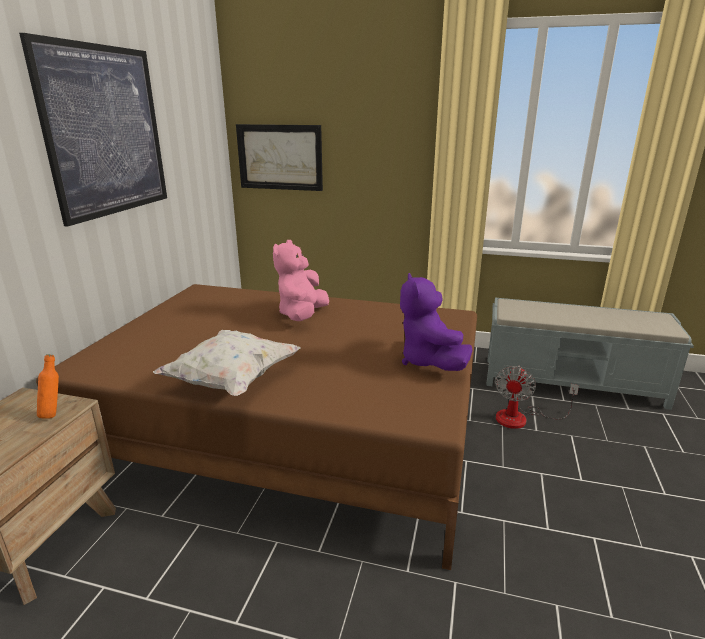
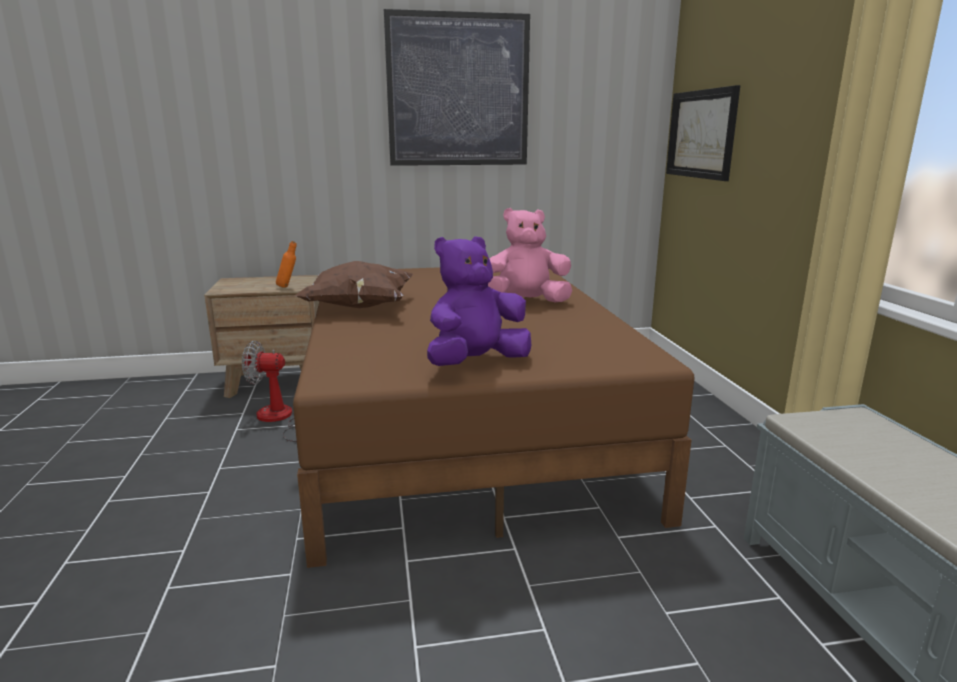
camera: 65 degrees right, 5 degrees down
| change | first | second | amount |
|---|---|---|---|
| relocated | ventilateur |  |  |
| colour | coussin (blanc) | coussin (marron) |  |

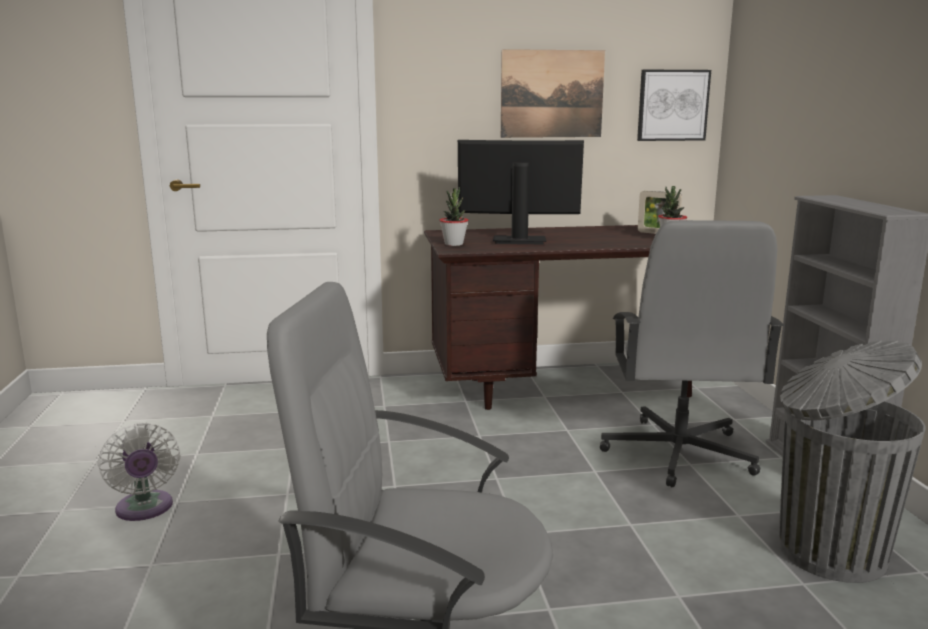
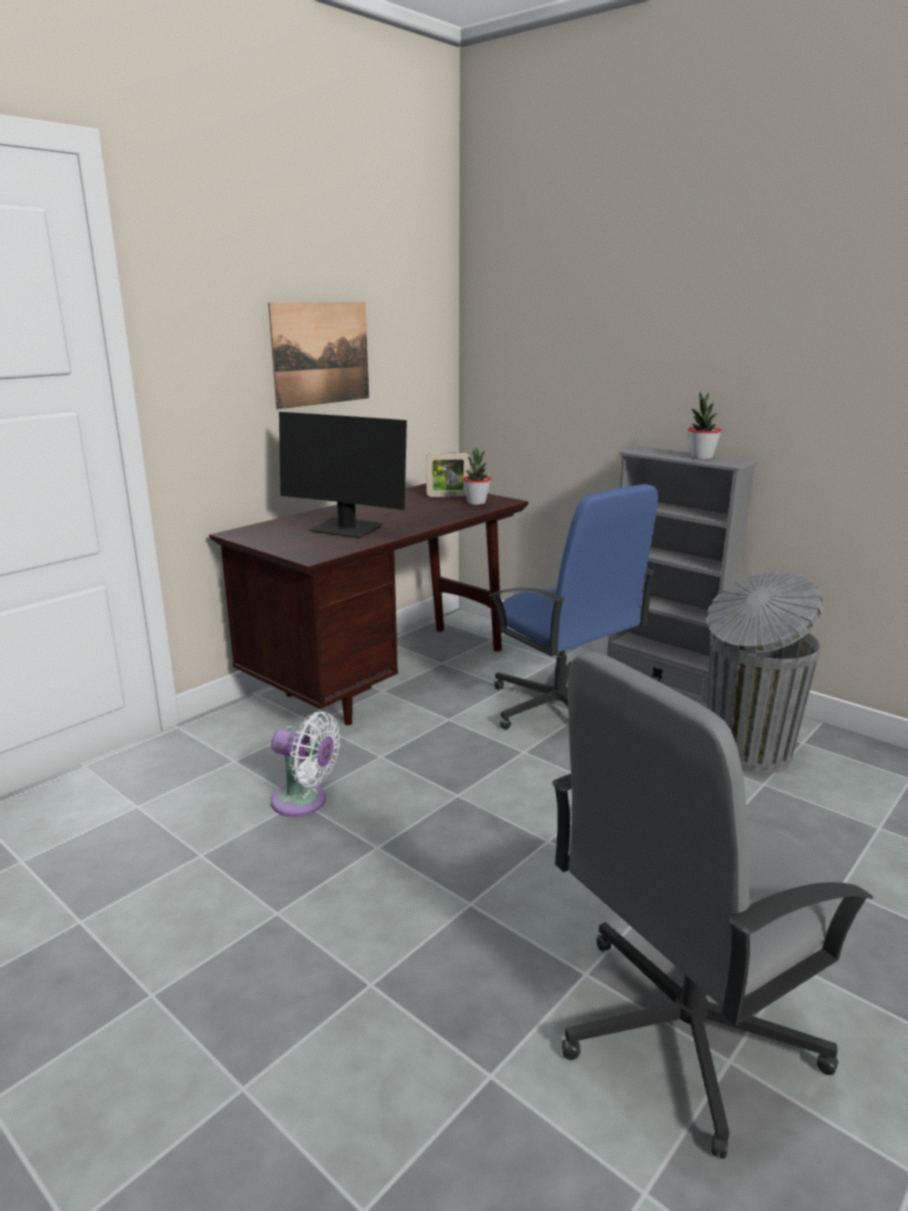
camera: 40 degrees left, 5 degrees up
| change | first | second | amount |
|---|---|---|---|
| missing | tableau (no. 2 from left) |  |  |
| relocated | ventilateur (blanc) |  |  |
| relocated | plante en pot (no. 1 from left in the first image) | plante en pot (no. 2 from left) |  |
| colour | chaise de bureau (gris) (no. 2 from left) | chaise de bureau (bleu) |  |
| spun | écran d'ordinateur |  | 120 degrees counterclockwise |

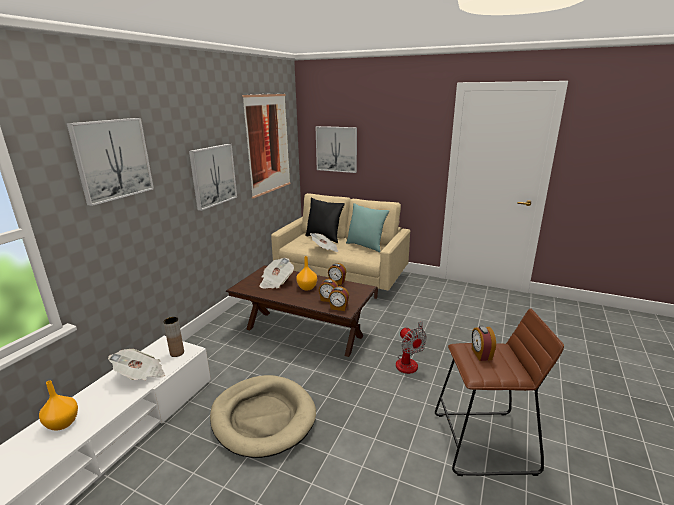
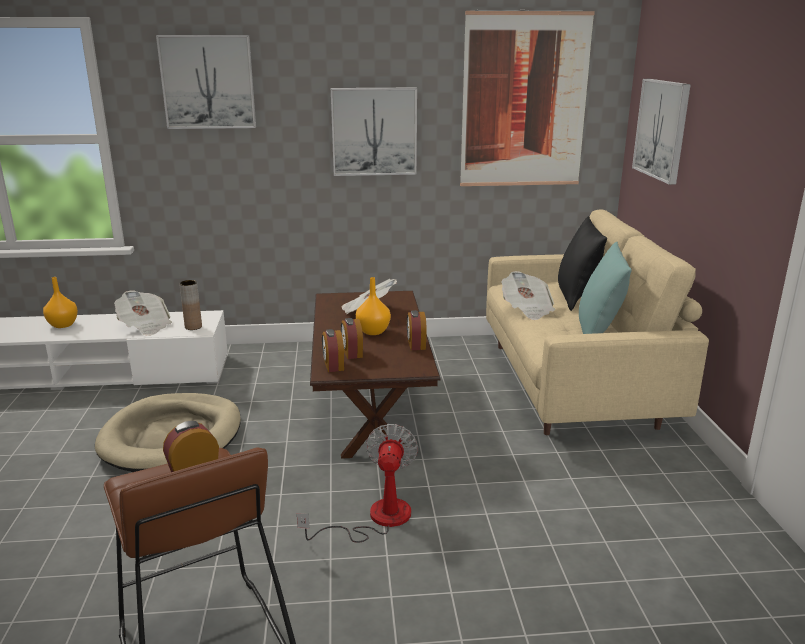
camera: 60 degrees right, 0 degrees up
| change | first | second | amount |
|---|---|---|---|
| spun | ventilateur |  | 150 degrees clockwise |

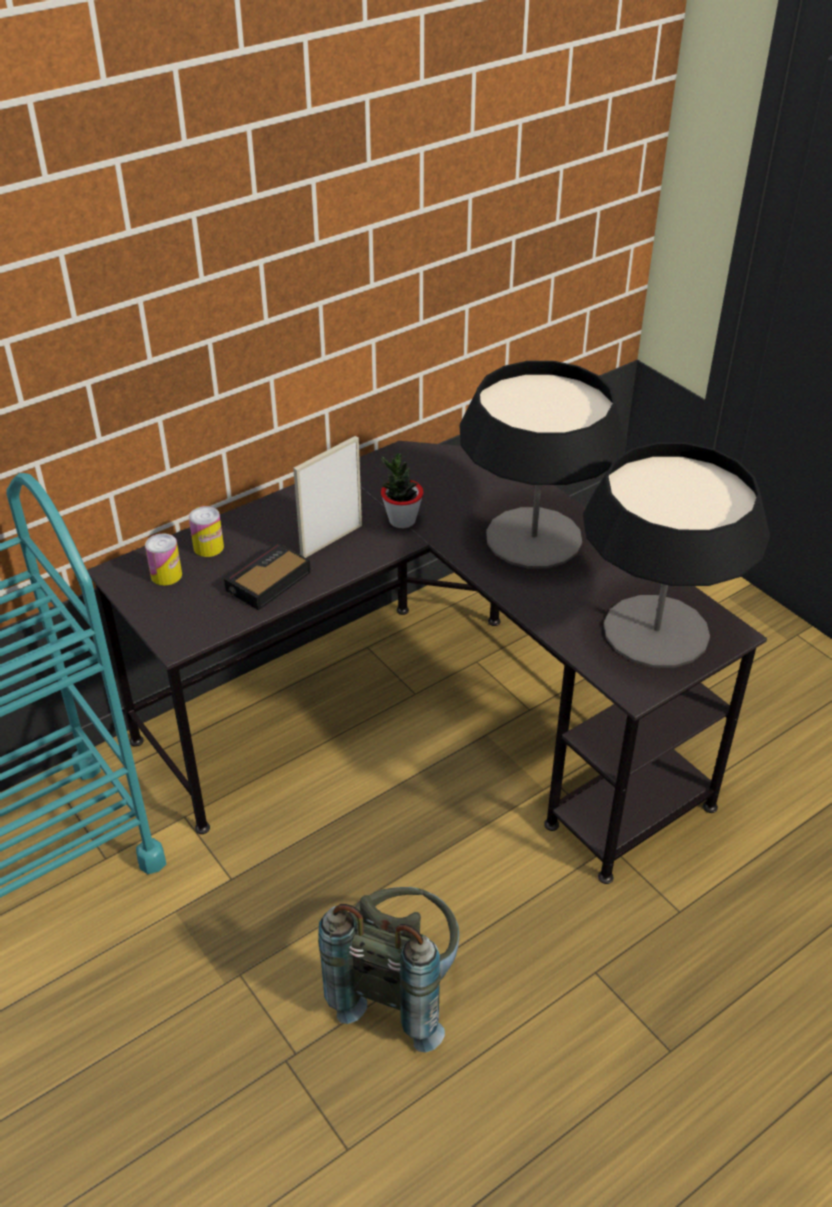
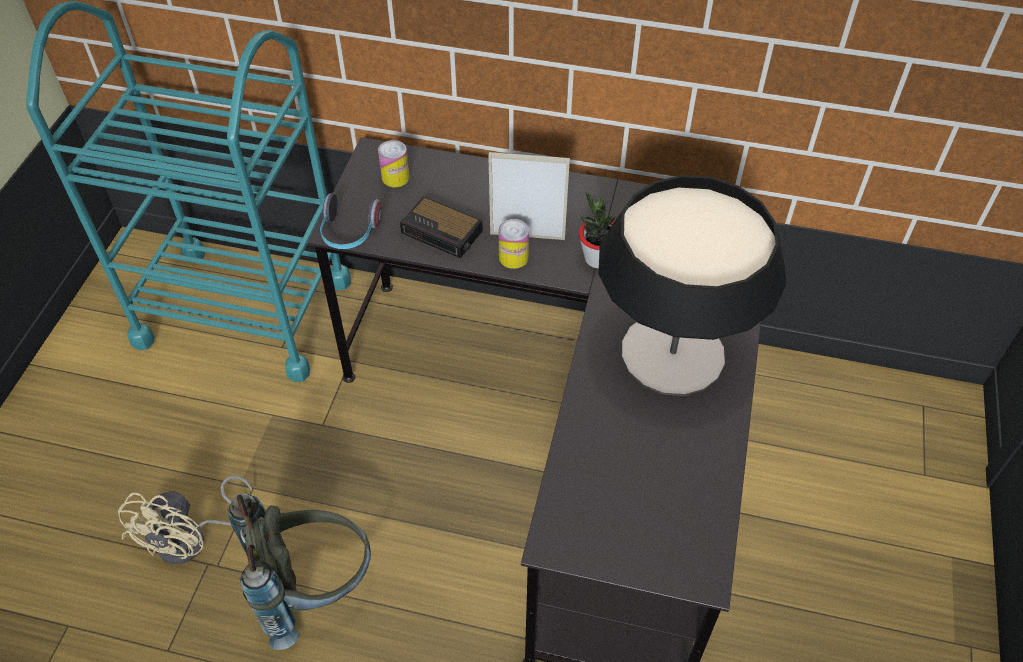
camera: 50 degrees right, 10 degrees up
| change | first | second | amount |
|---|---|---|---|
| missing | lampe de table (no. 2 from left) |  |  |
| appeared |  | ventilateur (beige) |  |
| appeared |  | casque audio |  |
| relocated | boîte métallique (no. 2 from left) |  |  |
| spun | réveil |  | 150 degrees counterclockwise |

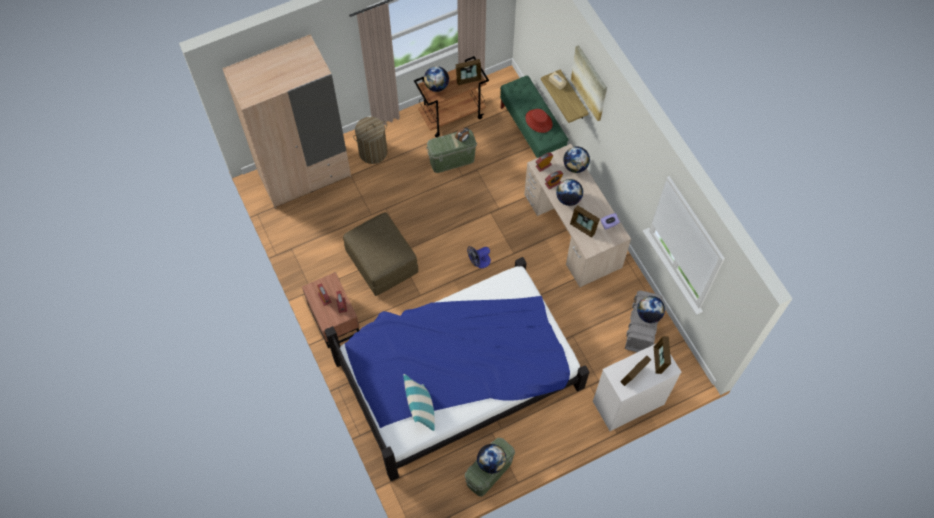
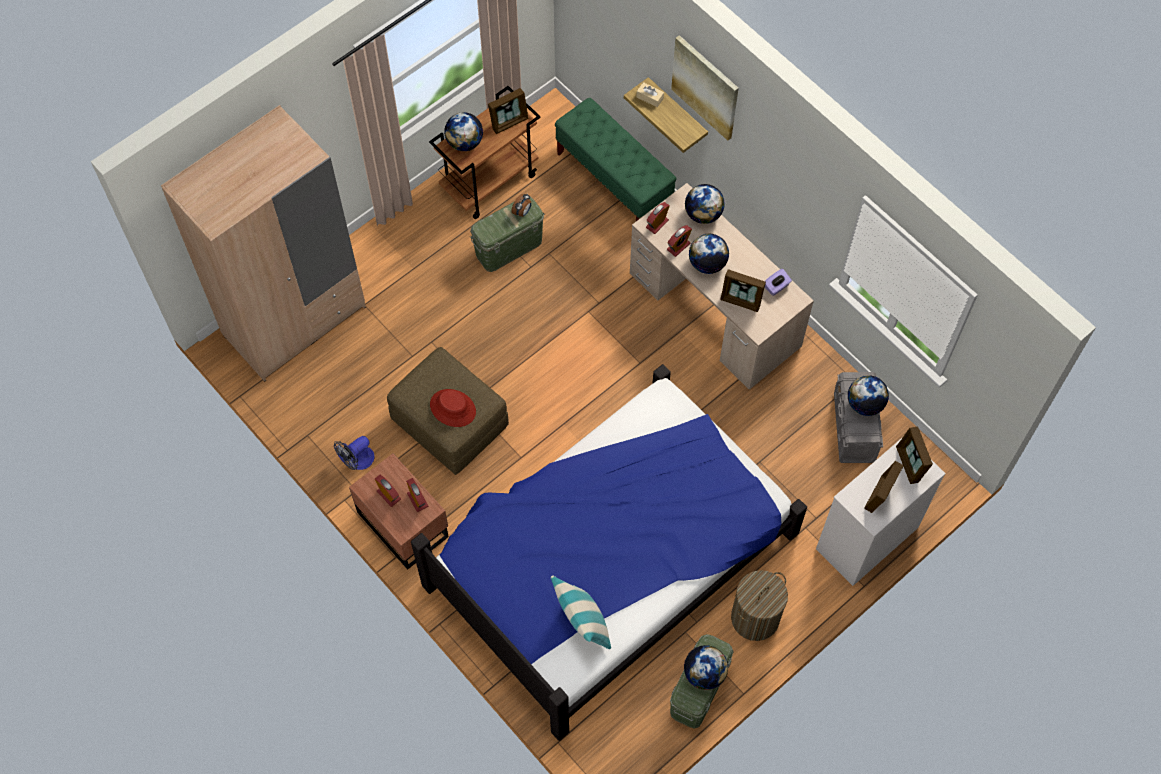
camera: 15 degrees left, 0 degrees up
| change | first | second | amount |
|---|---|---|---|
| relocated | panier à linge |  |  |
| relocated | ventilateur |  |  |
| relocated | chapeau (rouge) |  |  |

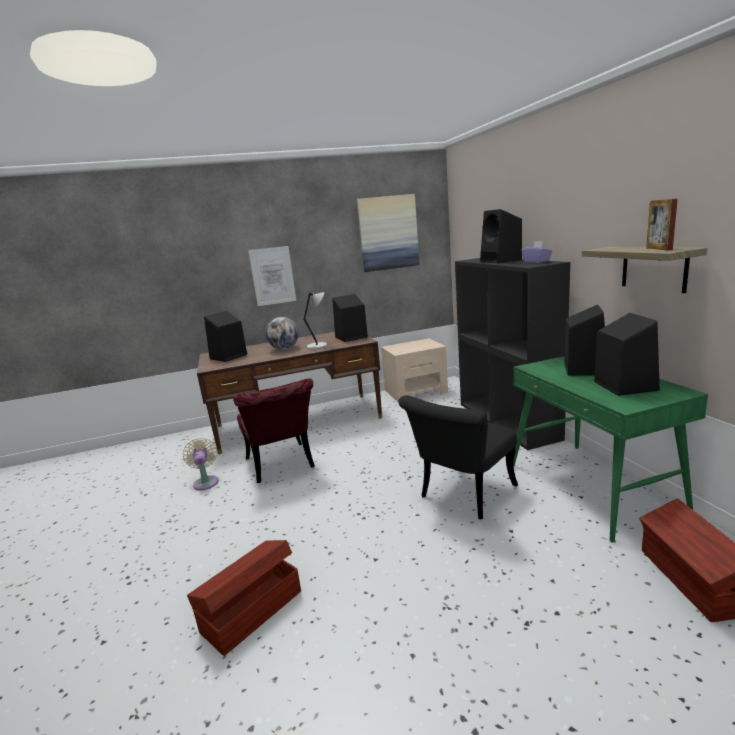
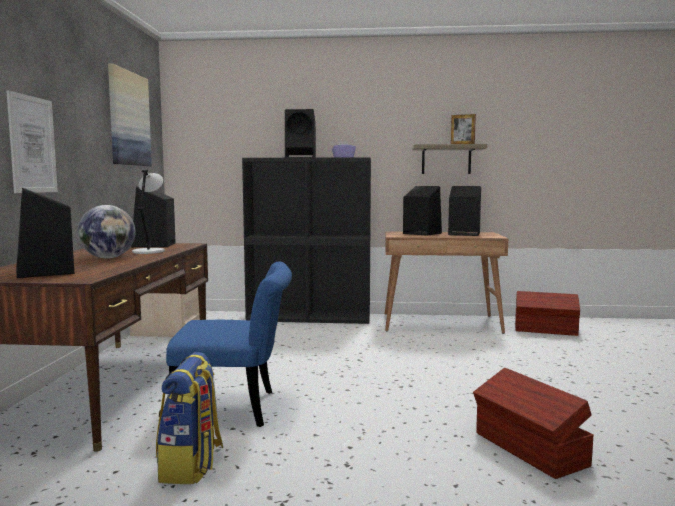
camera: 70 degrees left, 10 degrees down
| change | first | second | amount |
|---|---|---|---|
| missing | chaise (noir) |  |  |
| exchanged | ventilateur (beige) | sac à dos |  |
| colour | chaise (rouge) | chaise (bleu) |  |
| colour | bureau (vert) | bureau (marron) (no. 2 from left) |  |

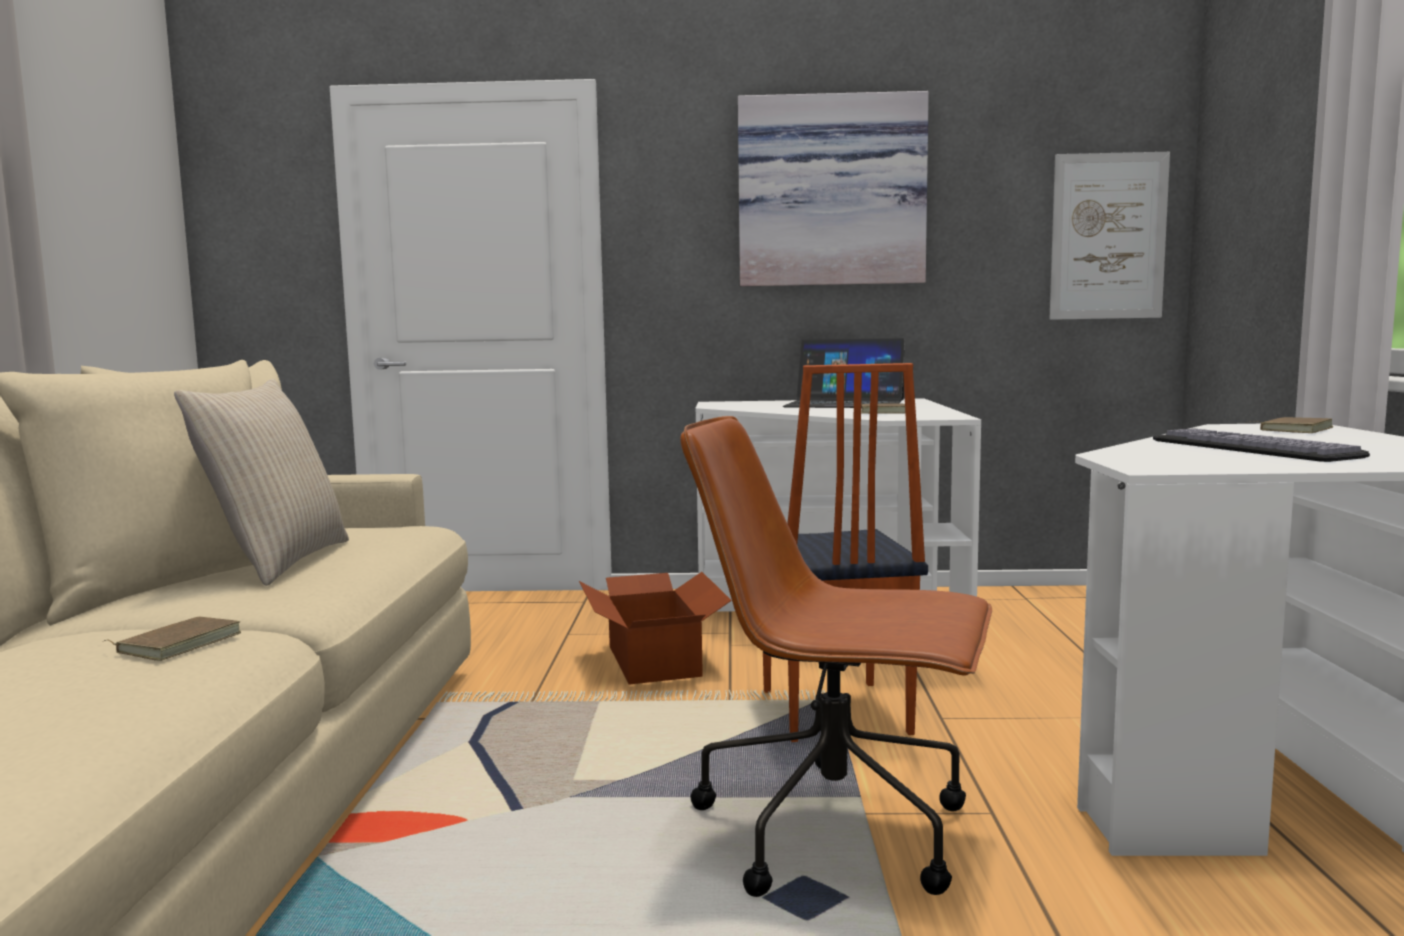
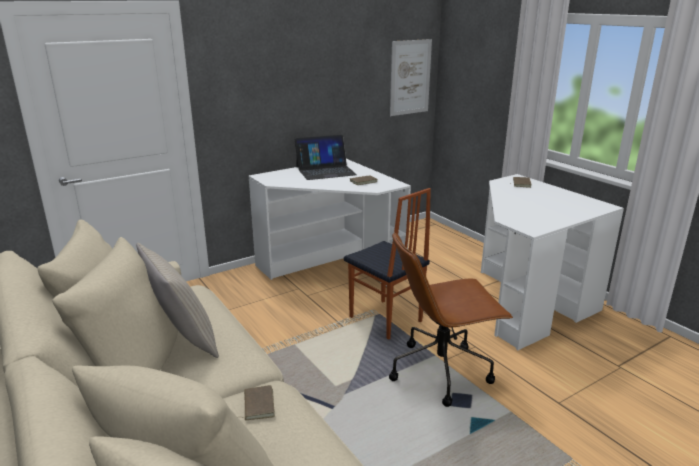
camera: 35 degrees left, 15 degrees up
| change | first | second | amount |
|---|---|---|---|
| missing | carton |  |  |
| missing | tableau (no. 1 from left) |  |  |
| missing | clavier |  |  |

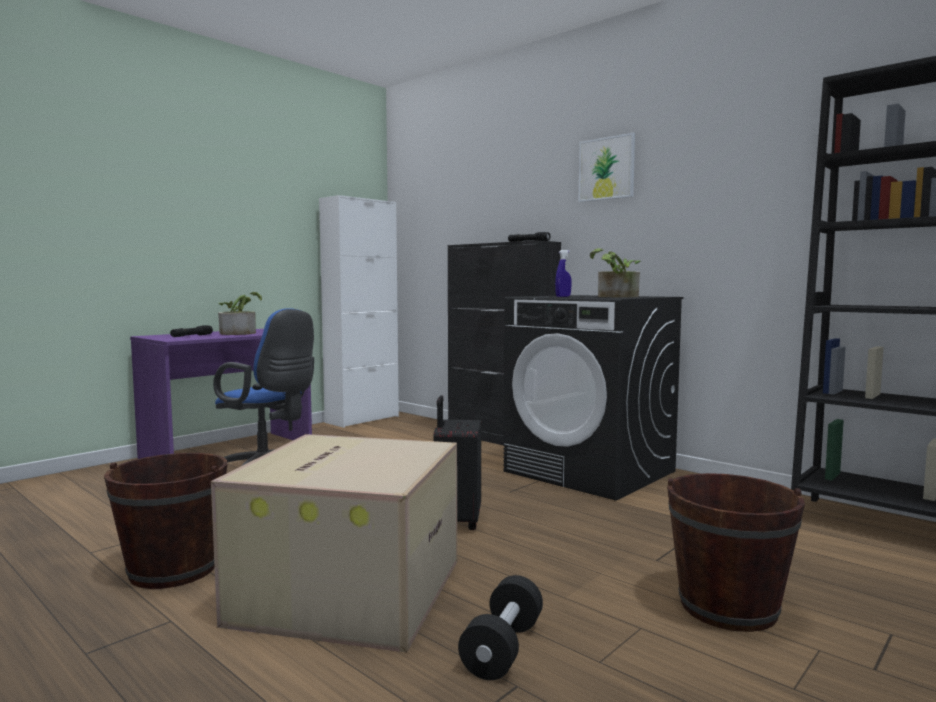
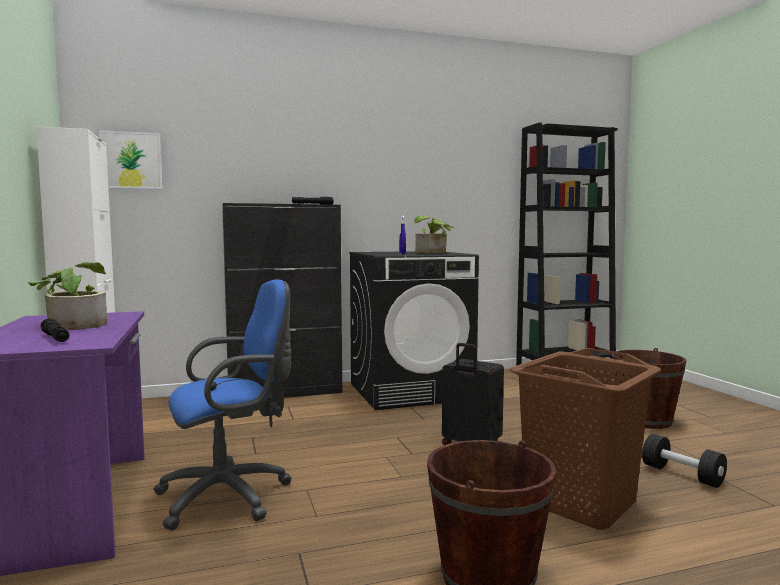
camera: 60 degrees left, 0 degrees up
| change | first | second | amount |
|---|---|---|---|
| relocated | tableau |  |  |
| exchanged | carton | panier à linge (marron) |  |

